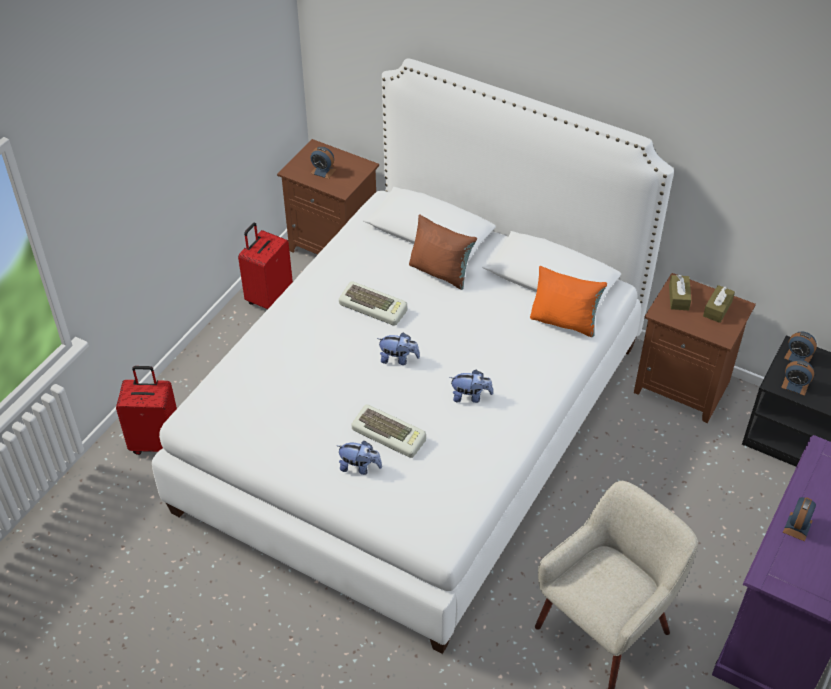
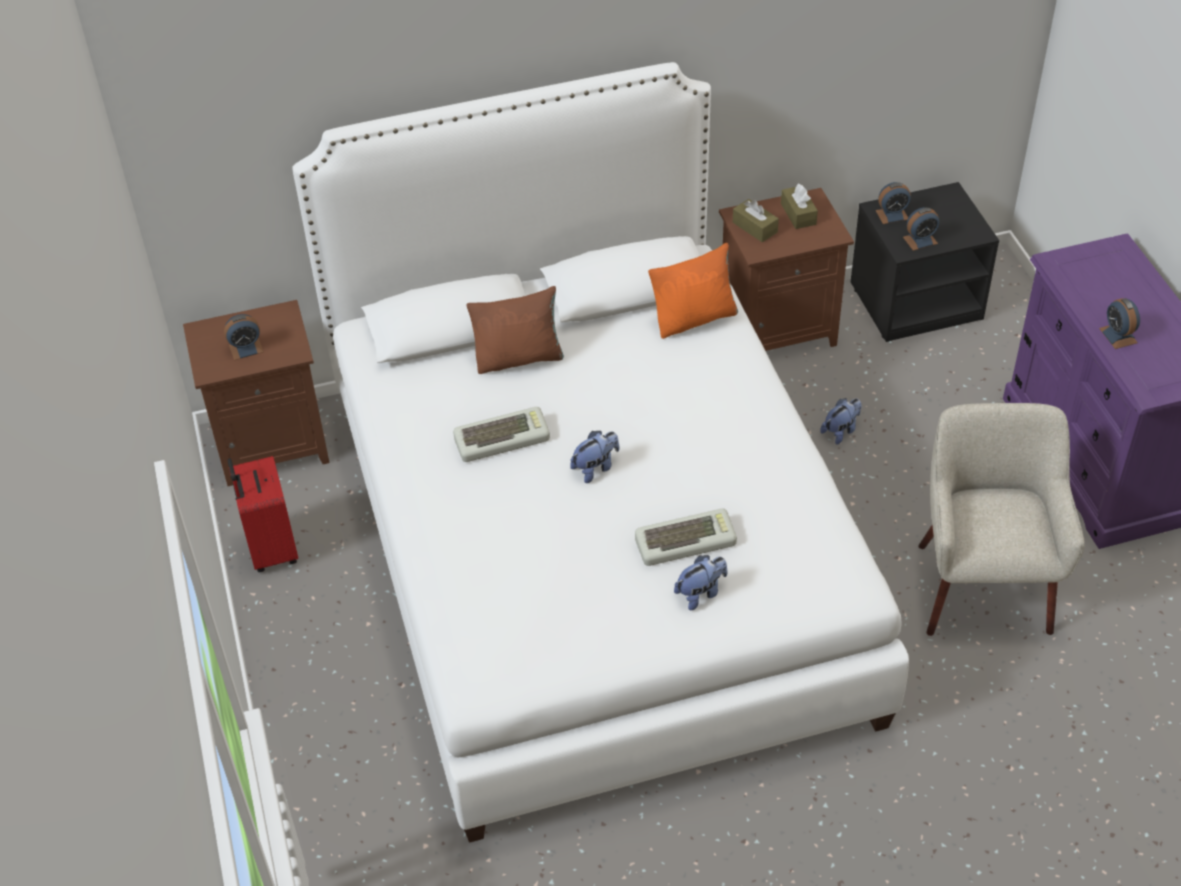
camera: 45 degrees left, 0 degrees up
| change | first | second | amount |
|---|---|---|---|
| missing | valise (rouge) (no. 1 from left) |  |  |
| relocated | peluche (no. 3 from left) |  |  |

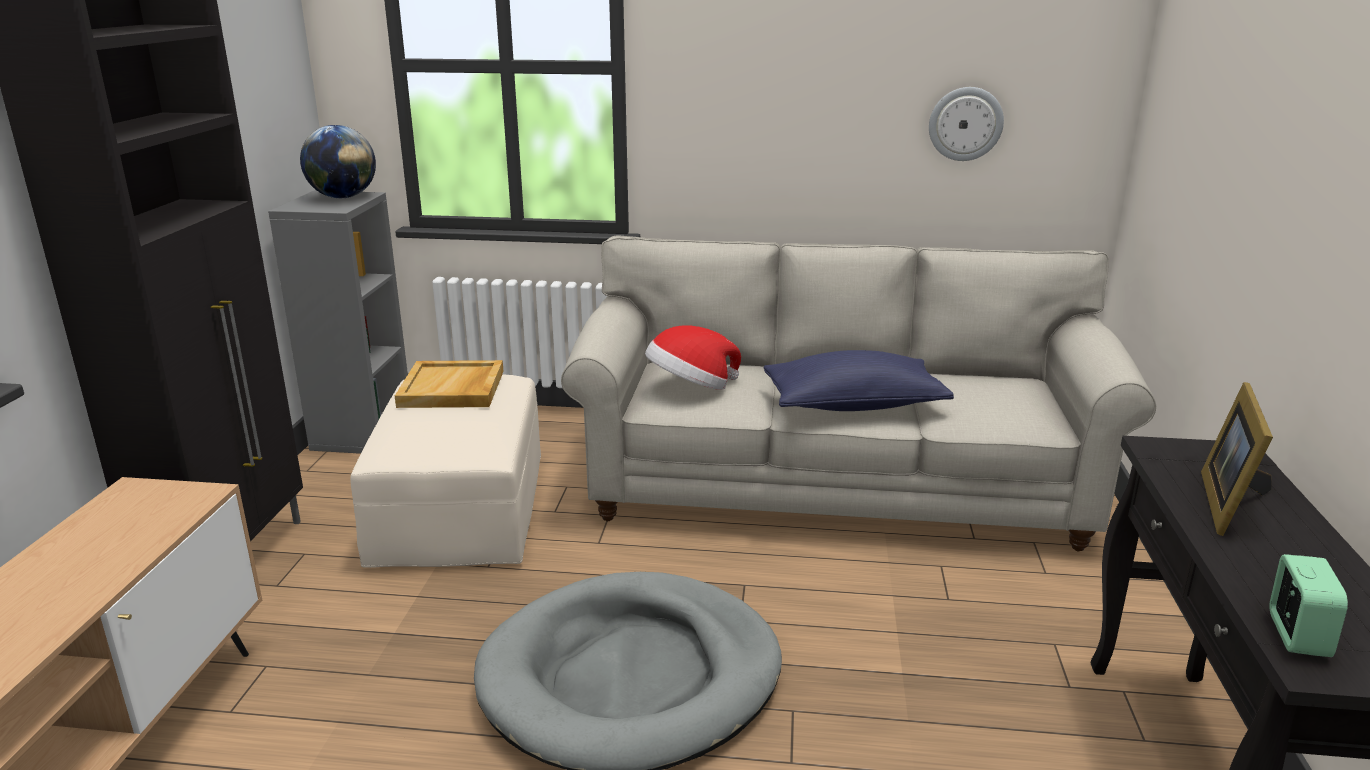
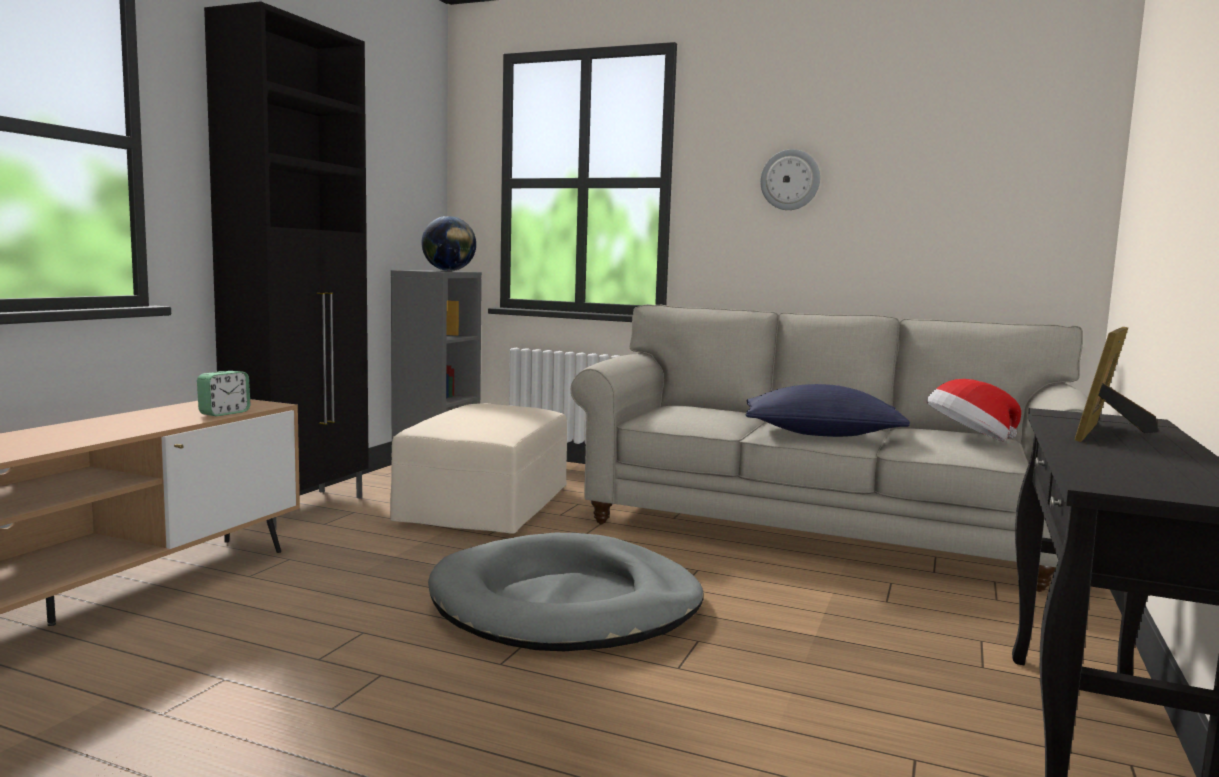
camera: 15 degrees right, 15 degrees down
| change | first | second | amount |
|---|---|---|---|
| missing | plateau (beige) |  |  |
| relocated | chapeau |  |  |
| relocated | horloge murale |  |  |
| relocated | réveil |  |  |

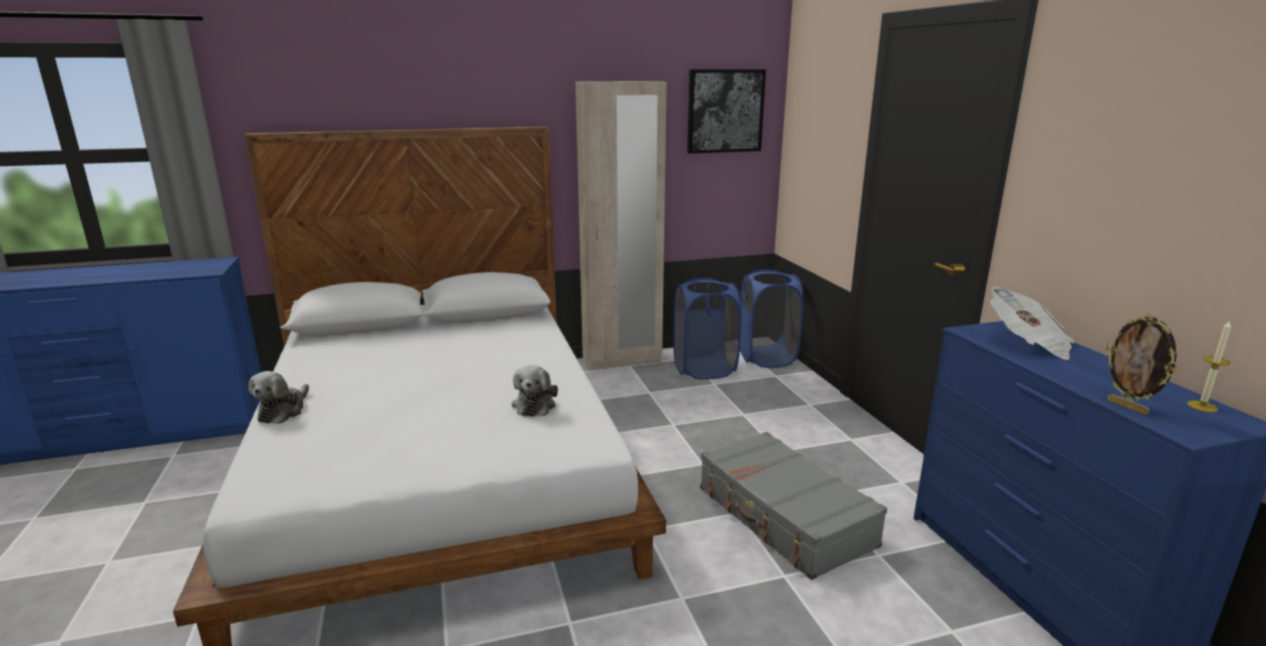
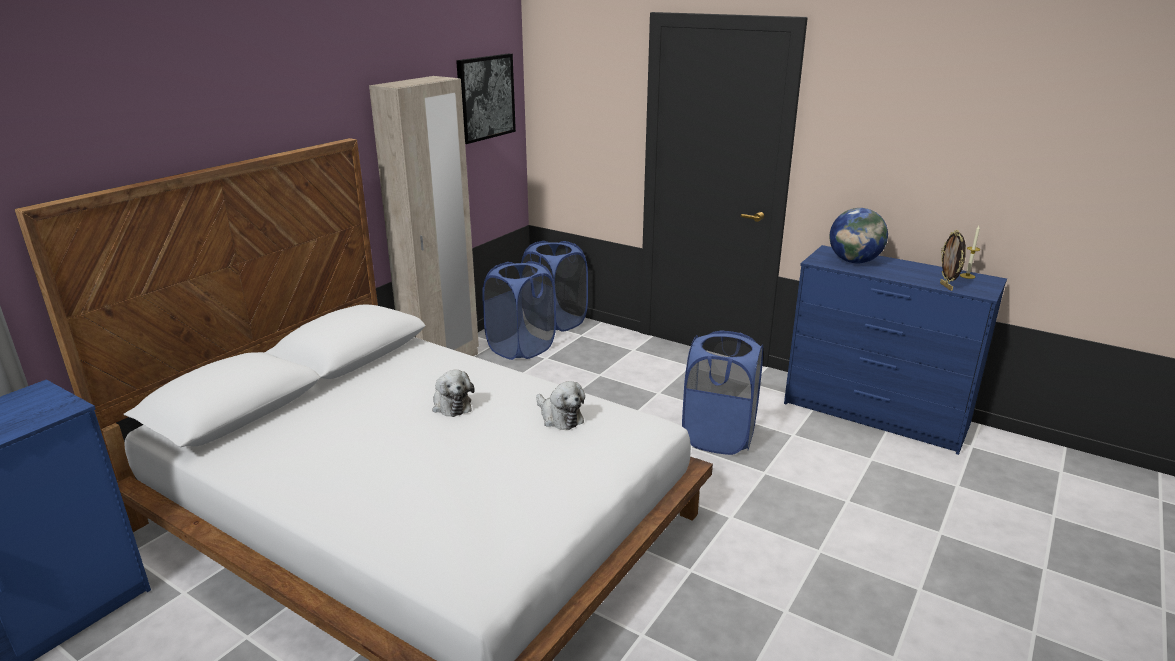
camera: 40 degrees left, 5 degrees up
| change | first | second | amount |
|---|---|---|---|
| relocated | peluche (no. 1 from left) |  |  |
| exchanged | valise (gris) | panier à linge (bleu) (no. 3 from left) |  |
| exchanged | journal | globe |  |
| spun | cadre photo |  | 60 degrees clockwise |

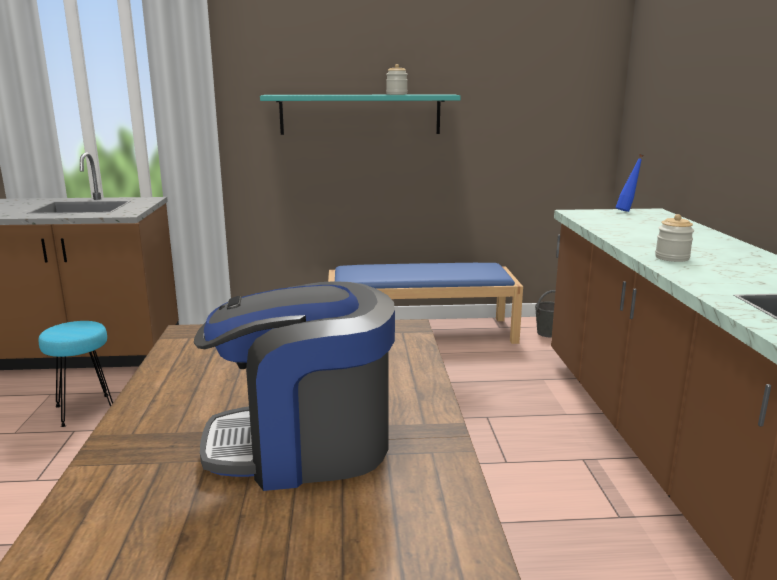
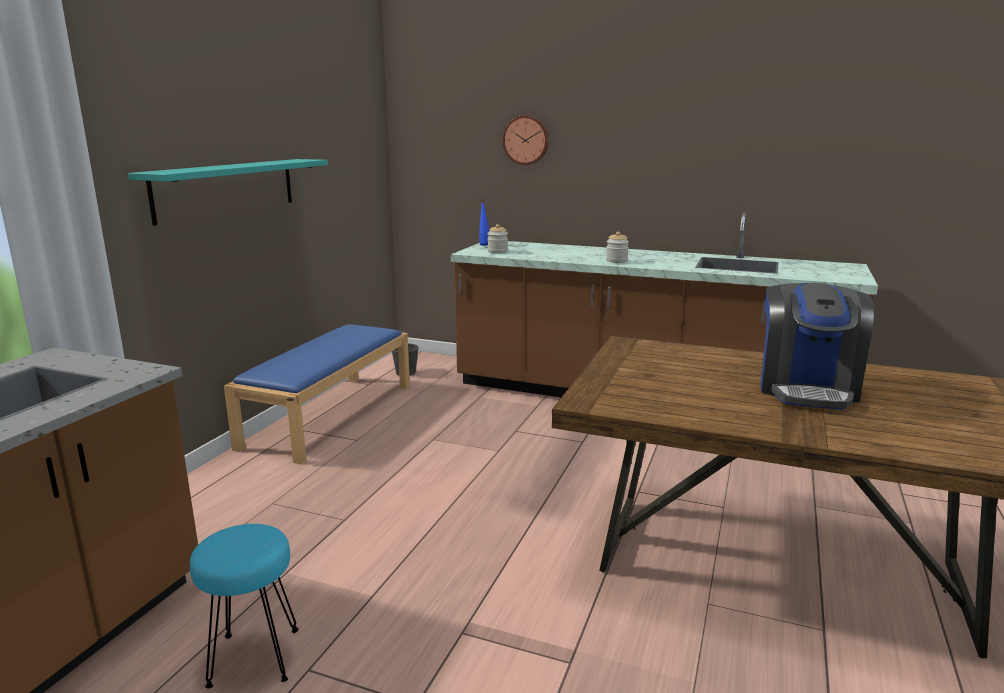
camera: 65 degrees left, 0 degrees up
| change | first | second | amount |
|---|---|---|---|
| appeared |  | horloge murale |  |
| relocated | bocal (no. 1 from left) |  |  |

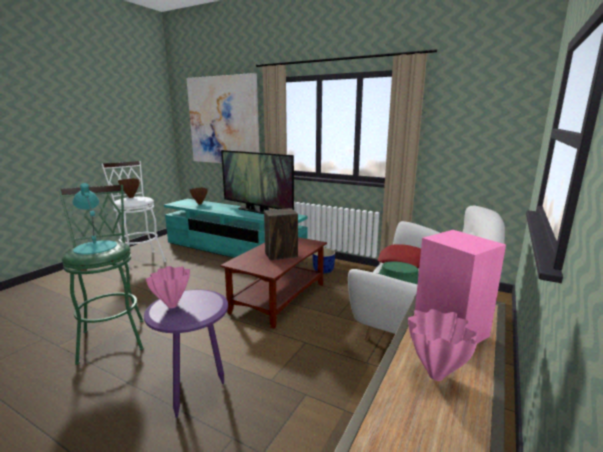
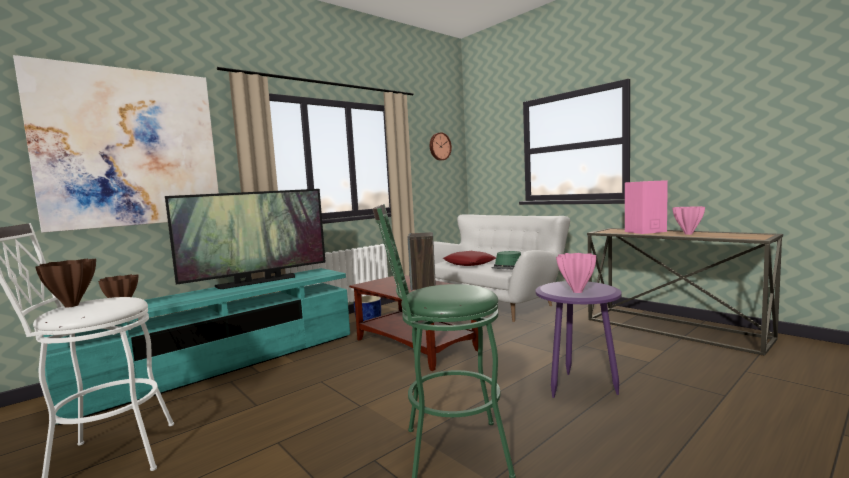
camera: 70 degrees left, 10 degrees down
| change | first | second | amount |
|---|---|---|---|
| missing | lampe de table (turquoise) |  |  |
| appeared |  | horloge murale |  |

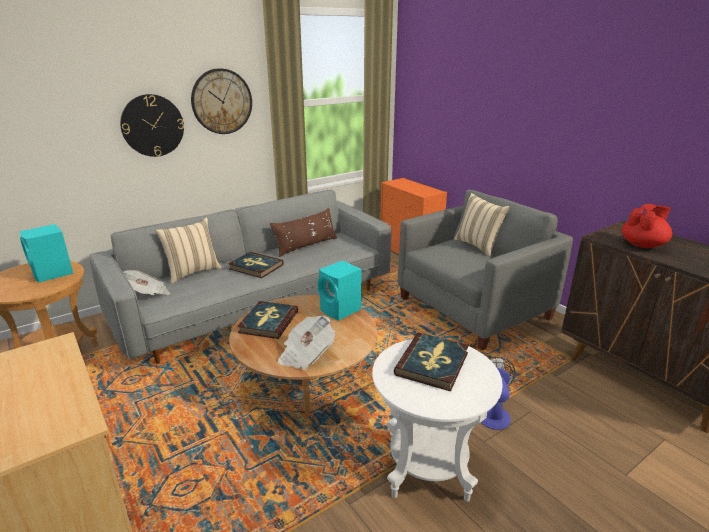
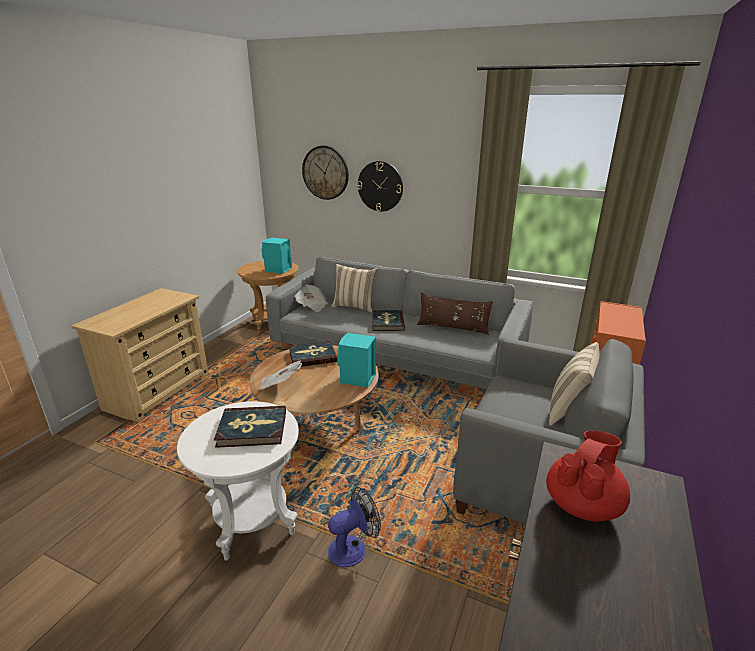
camera: 60 degrees right, 0 degrees up
| change | first | second | amount |
|---|---|---|---|
| relocated | horloge murale (no. 2 from left in the first image) | horloge murale (no. 1 from left) |  |
| spun | théière (rouge) |  | 75 degrees counterclockwise |

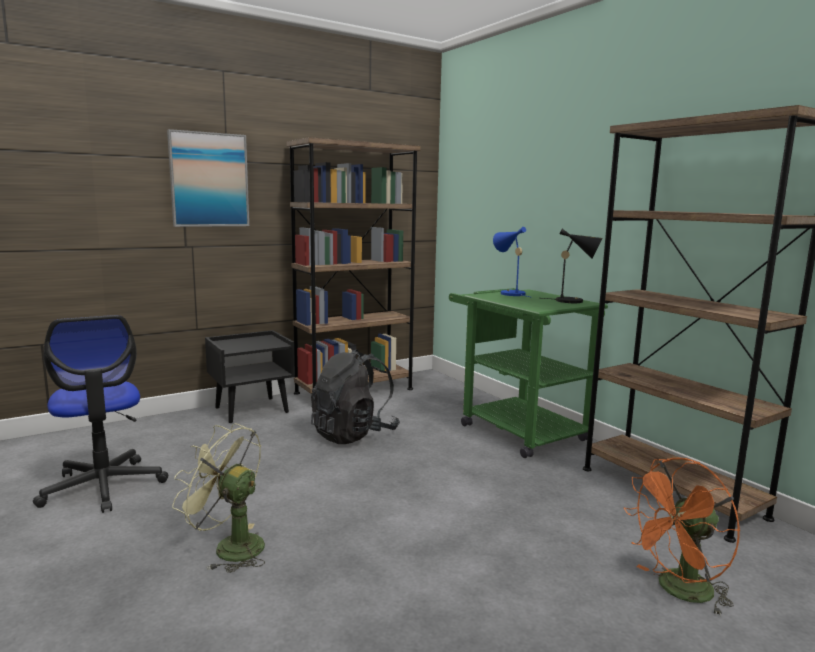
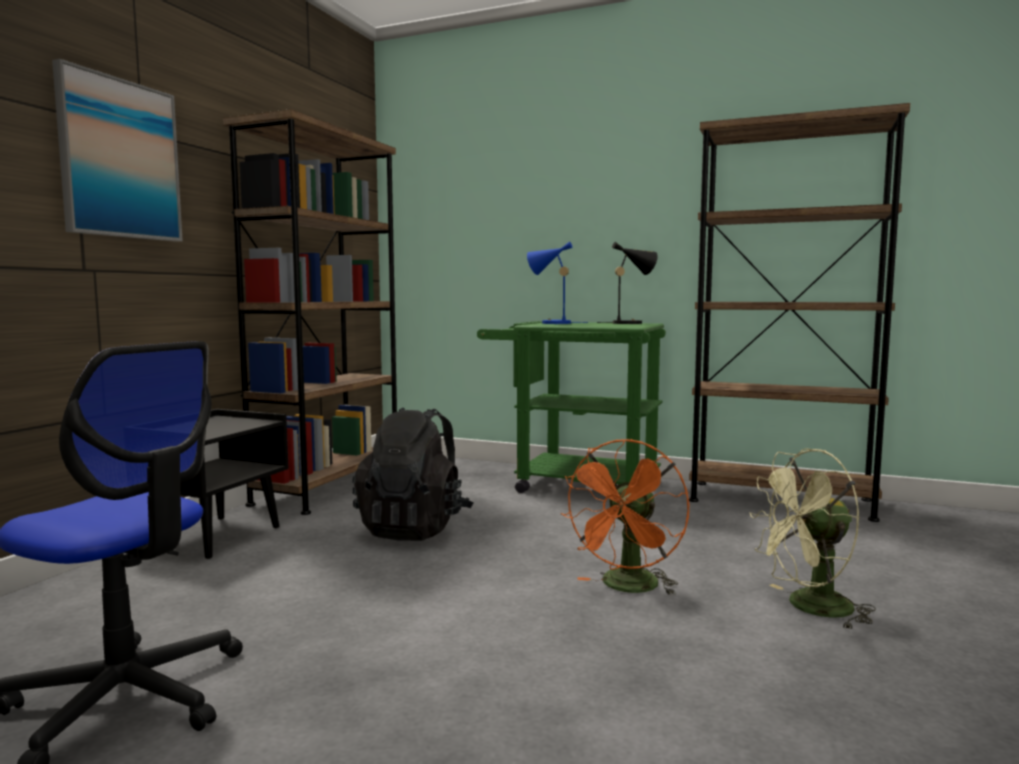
camera: 35 degrees left, 5 degrees down
| change | first | second | amount |
|---|---|---|---|
| relocated | ventilateur (vert) |  |  |
| relocated | ventilateur (orange) |  |  |

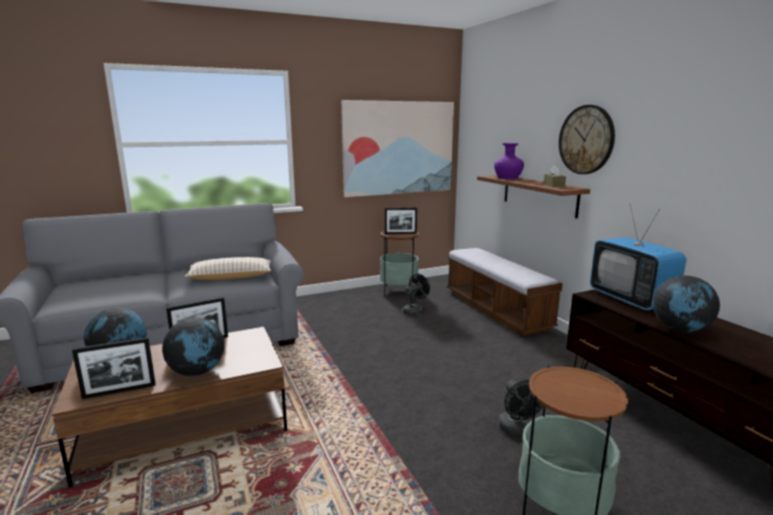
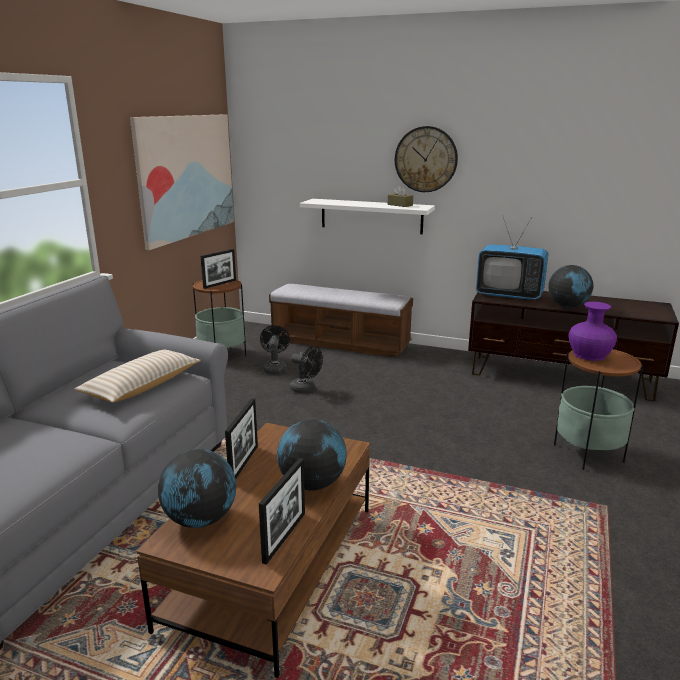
camera: 45 degrees left, 5 degrees up
| change | first | second | amount |
|---|---|---|---|
| relocated | vase (violet) |  |  |
| relocated | ventilateur (noir) (no. 2 from left) |  |  |
| colour | étagère (marron) | étagère (blanc) |  |

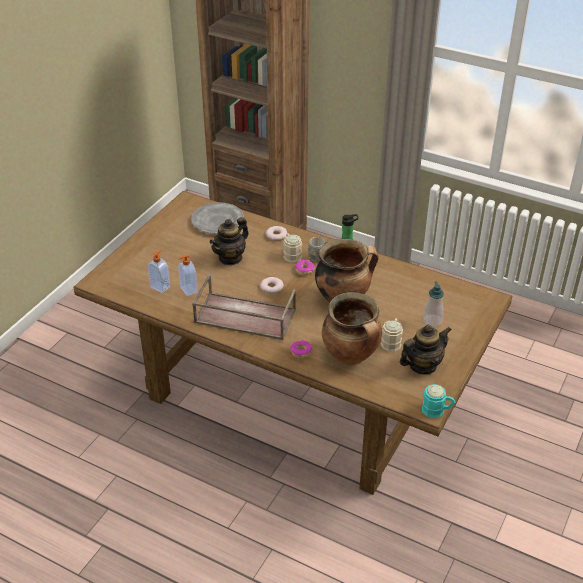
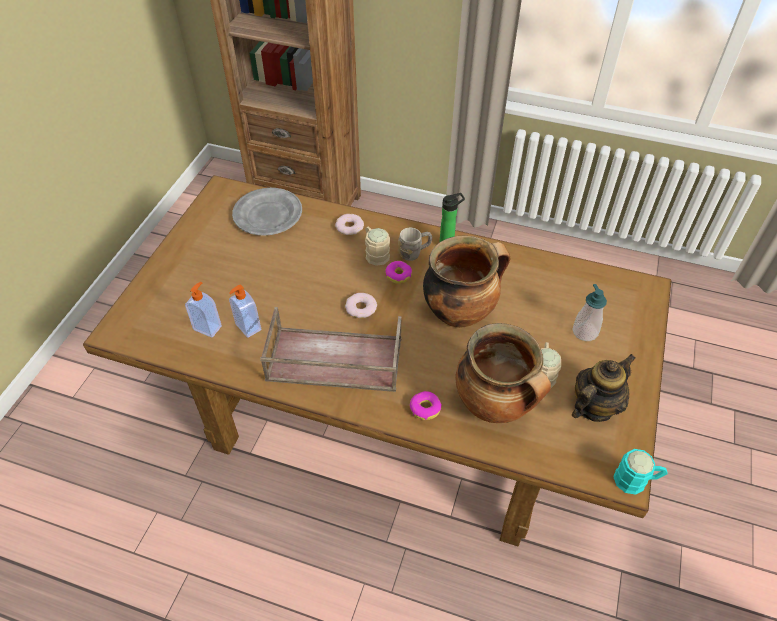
camera: 10 degrees left, 10 degrees up
| change | first | second | amount |
|---|---|---|---|
| missing | théière (no. 1 from left) |  |  |

